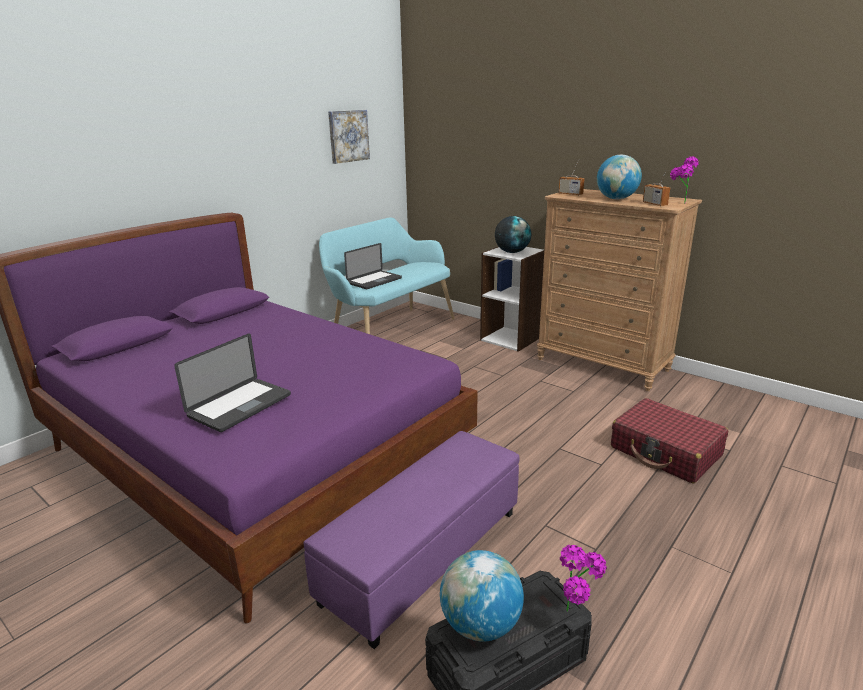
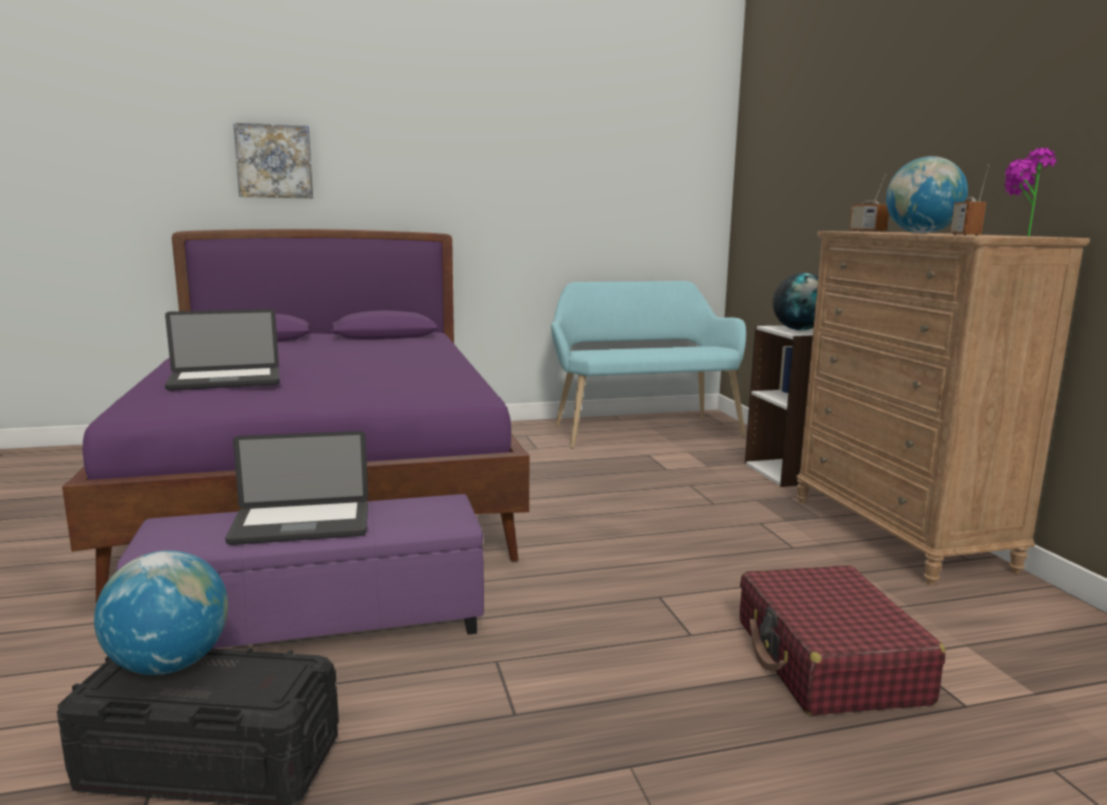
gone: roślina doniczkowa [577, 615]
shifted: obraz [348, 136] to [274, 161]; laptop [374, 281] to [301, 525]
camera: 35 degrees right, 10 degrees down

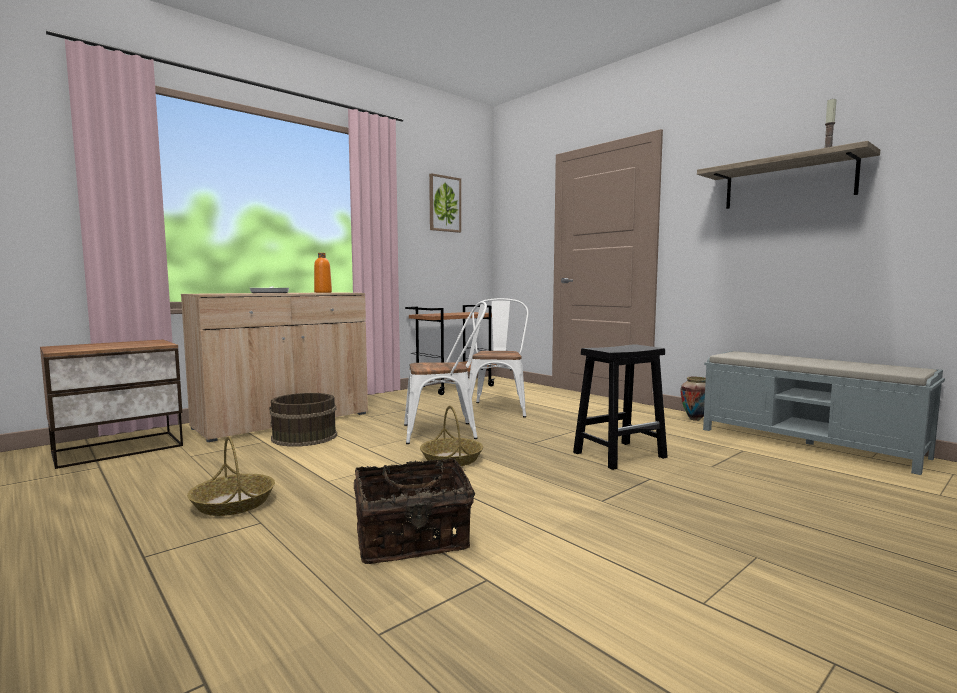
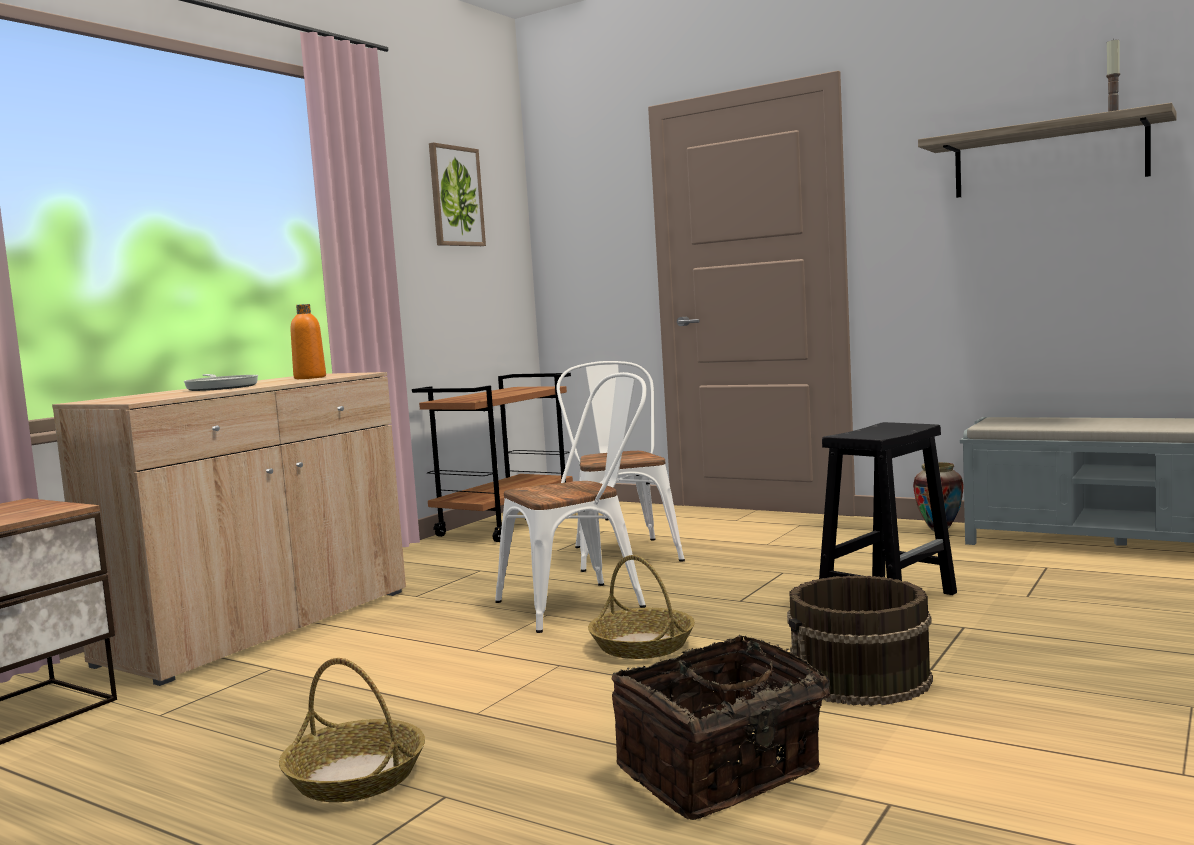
shifted: wiadro/brązowy [304, 437] to [860, 678]
camera: 15 degrees left, 0 degrees up

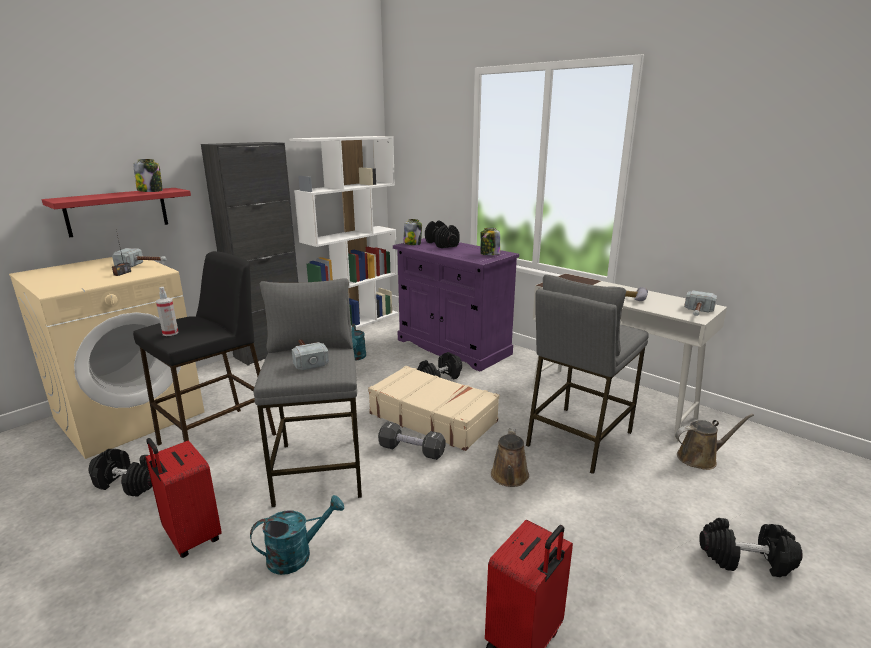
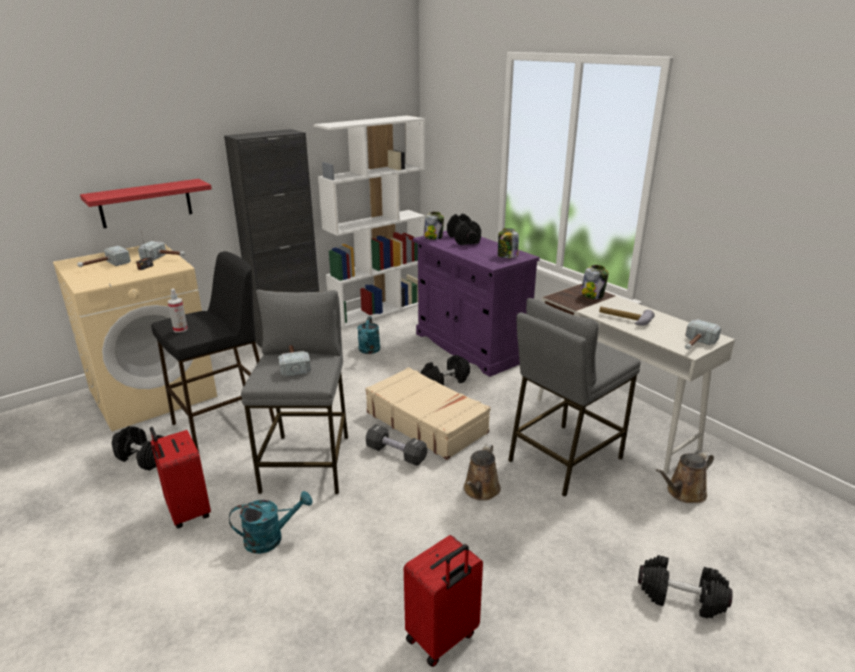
new: młotek [104, 266]
shifted: słoik [150, 191] to [592, 295]
rotated: konewka/brązowy [700, 458] = [683, 493] 150 degrees clockwise
camera: 10 degrees right, 5 degrees up

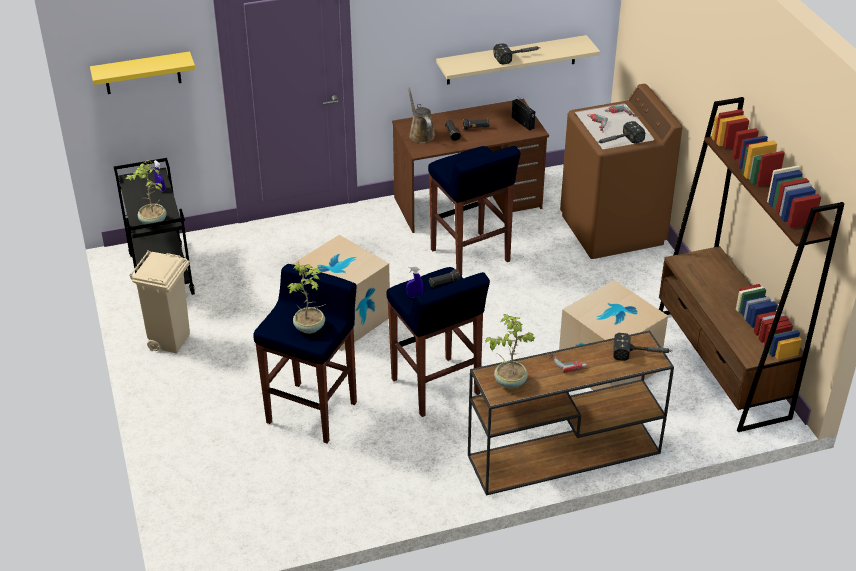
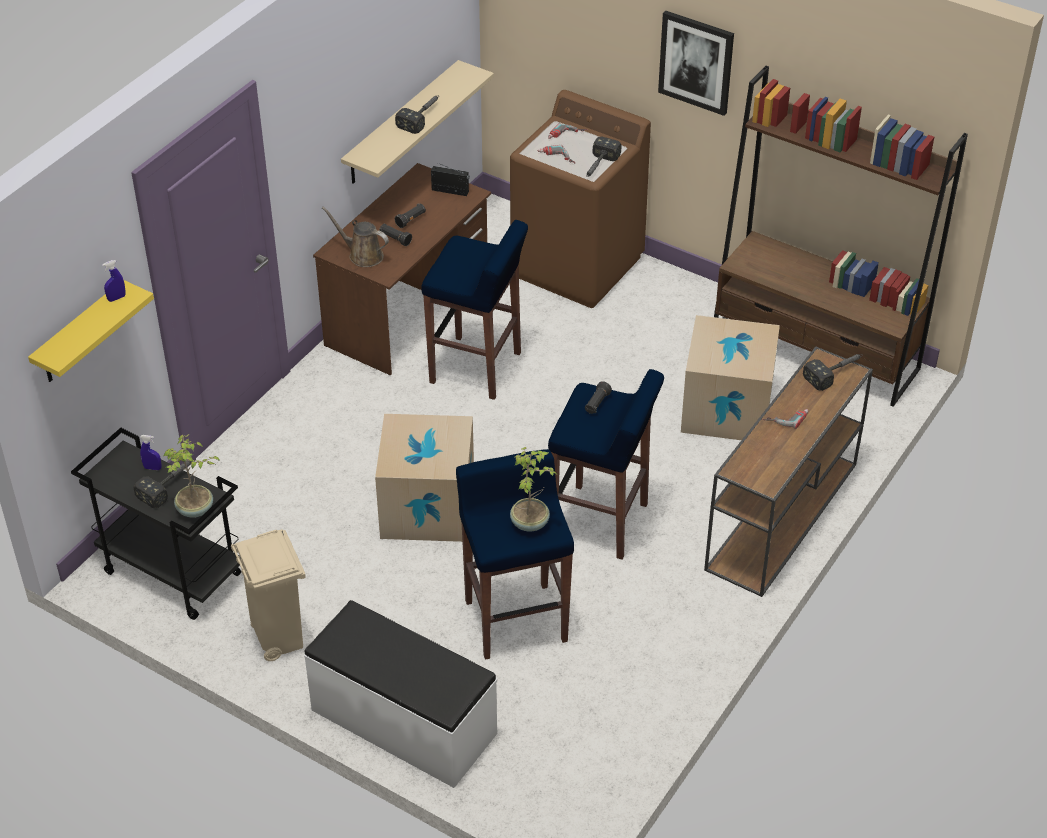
gone: roślina doniczkowa [509, 381]
new: obraz [696, 62]; młotek [169, 484]; ławka/biały [403, 723]
shifted: spryskiwacz/niebieski [414, 296] to [116, 298]
camera: 40 degrees left, 5 degrees up

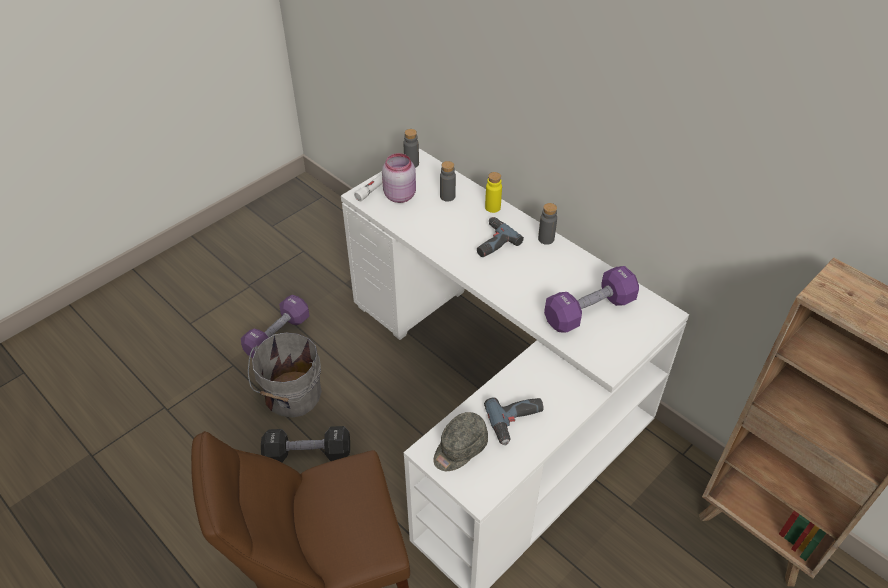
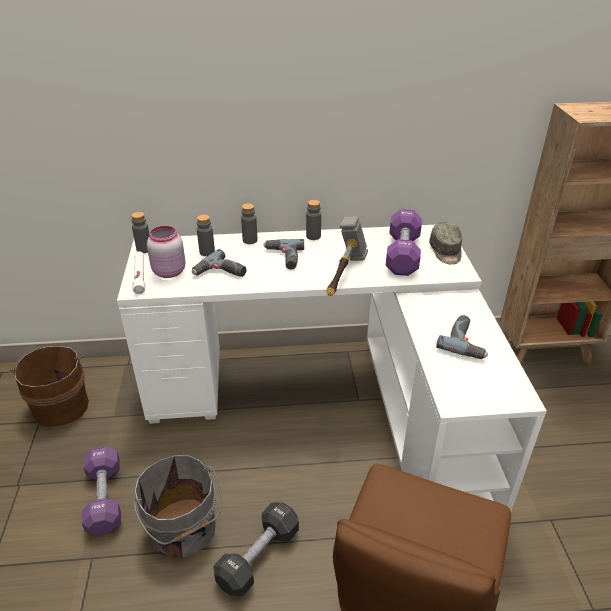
new: młotek [344, 276]; wiertarka [220, 273]; wiadro/brązowy [61, 404]
shifted: czapka z daszkiem/szary [459, 449] to [445, 251]
repainted: butelka/żółty [492, 207] to butelka/szary [250, 240]
camera: 50 degrees left, 10 degrees down

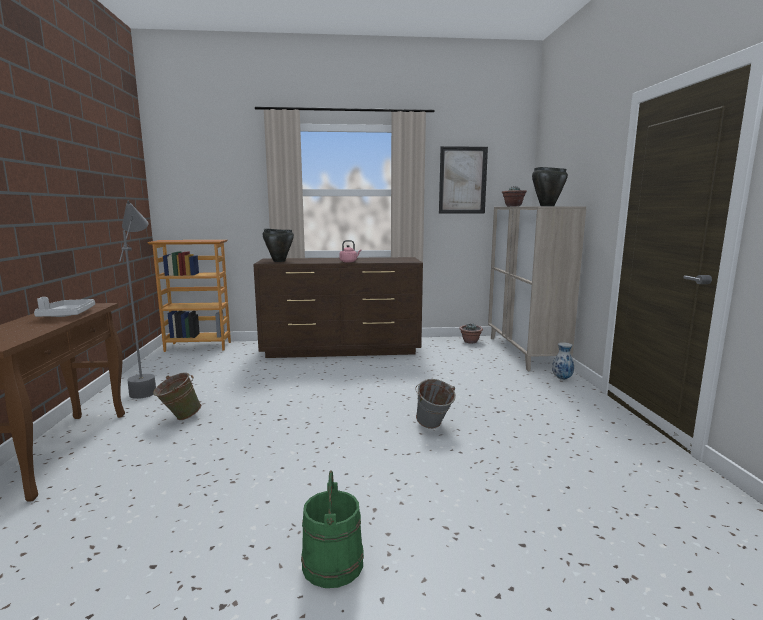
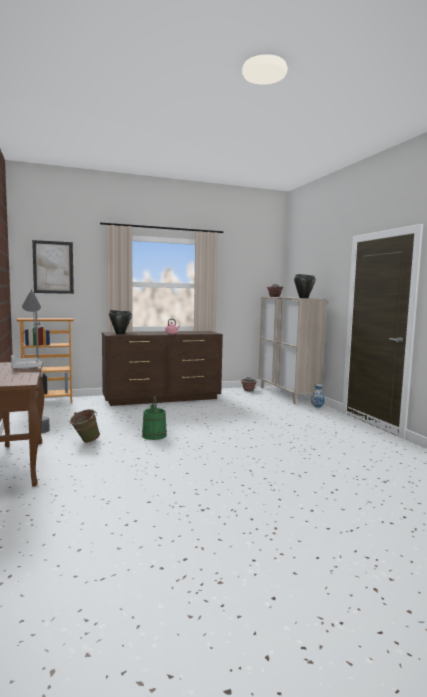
gone: wiadro/szary [433, 427]
shifted: obraz [462, 180] to [53, 267]; wiadro/zielony [333, 564] to [154, 435]
camera: 15 degrees left, 5 degrees down

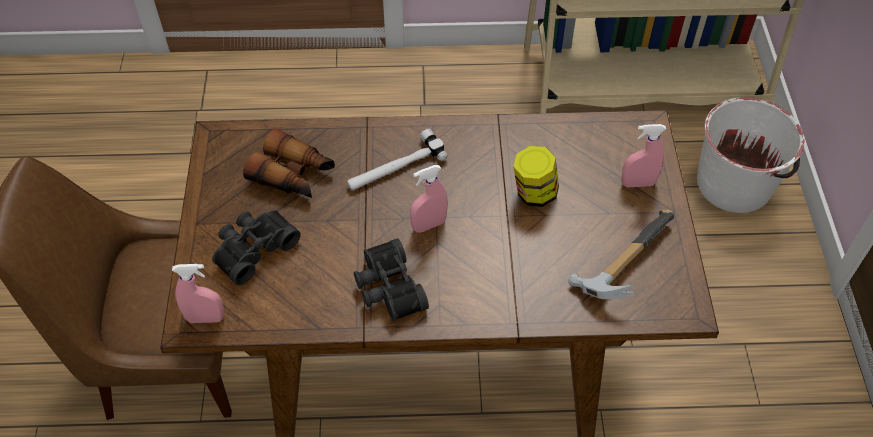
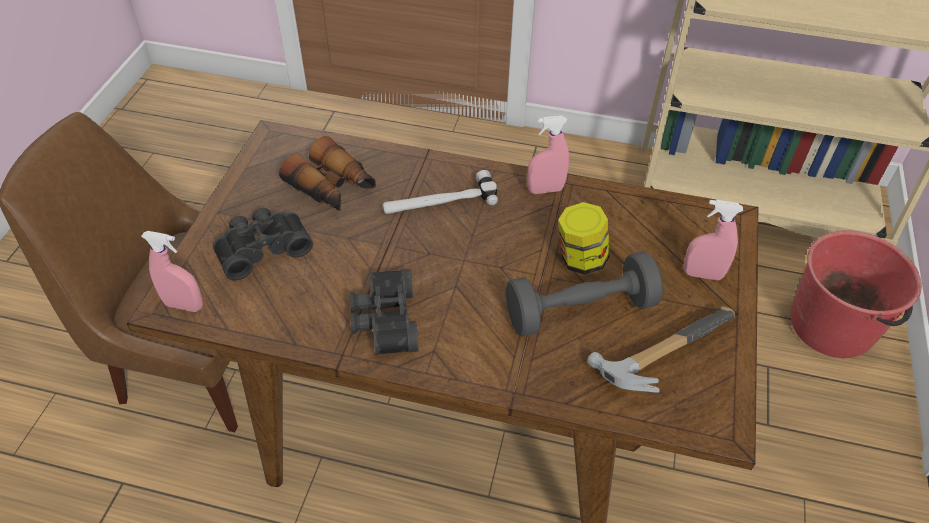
new: hantel/szary [580, 310]
shifted: spryskiwacz/różowy [428, 225] to [545, 190]
repainted: wiadro/biały [735, 184] to wiadro/czerwony [833, 325]
camera: 15 degrees right, 5 degrees down

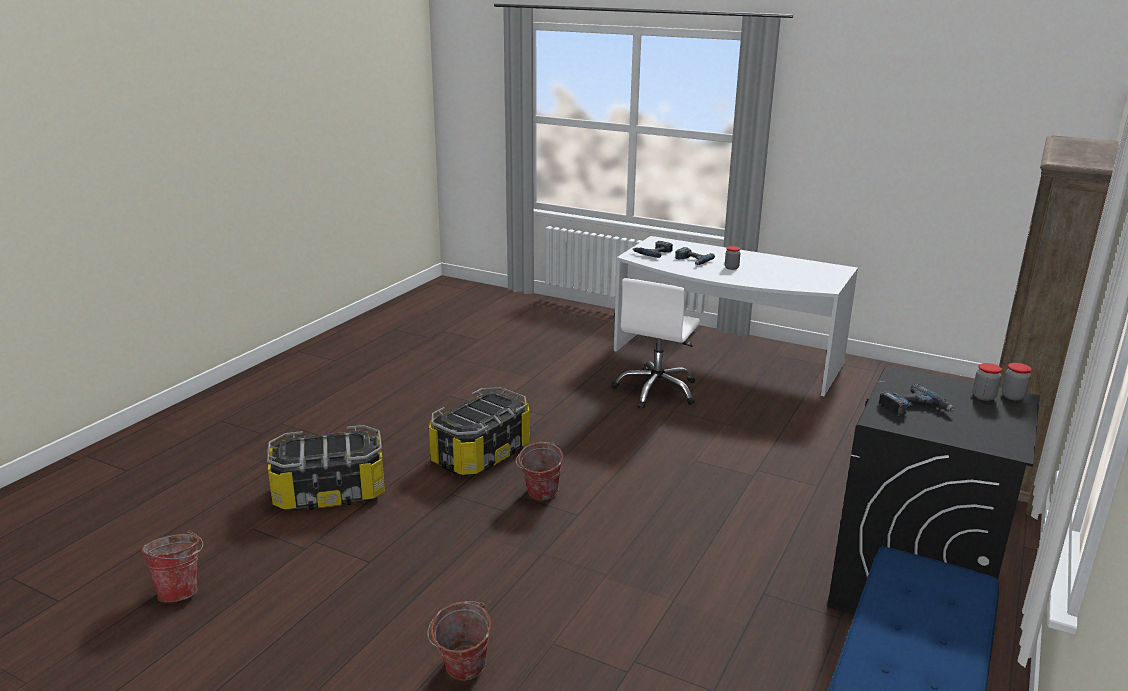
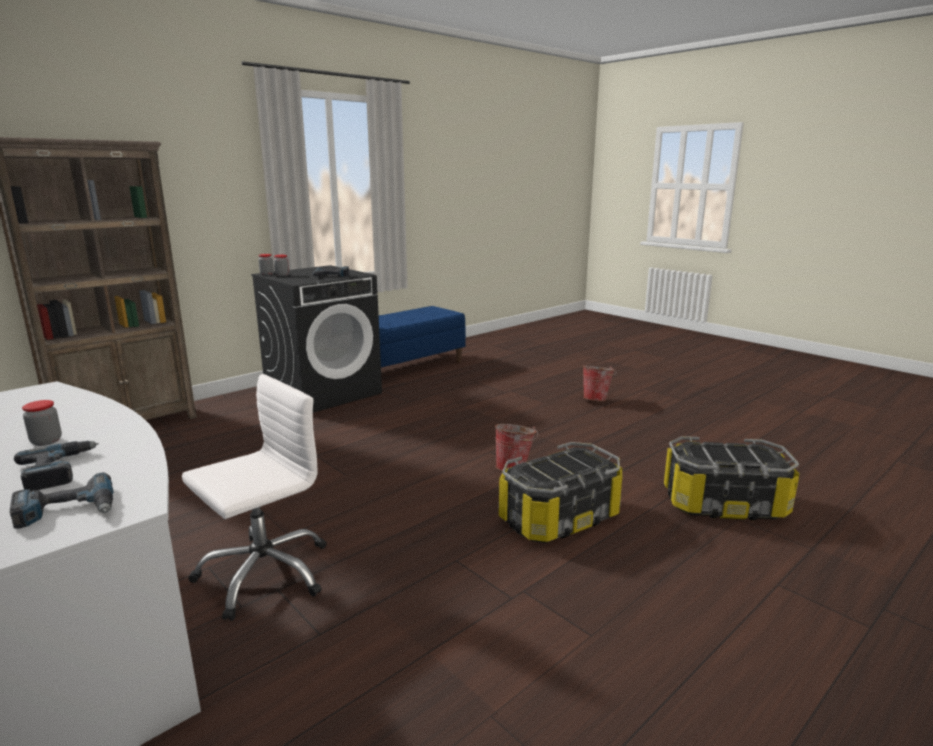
gone: wiadro [181, 590]
camera: 160 degrees left, 5 degrees down

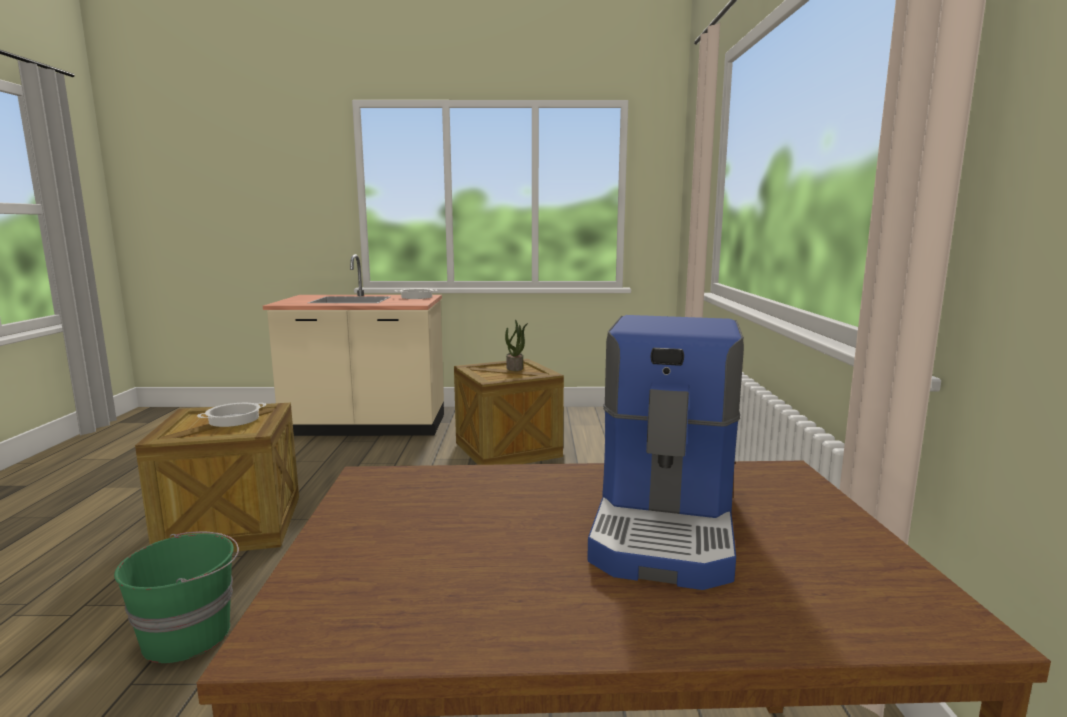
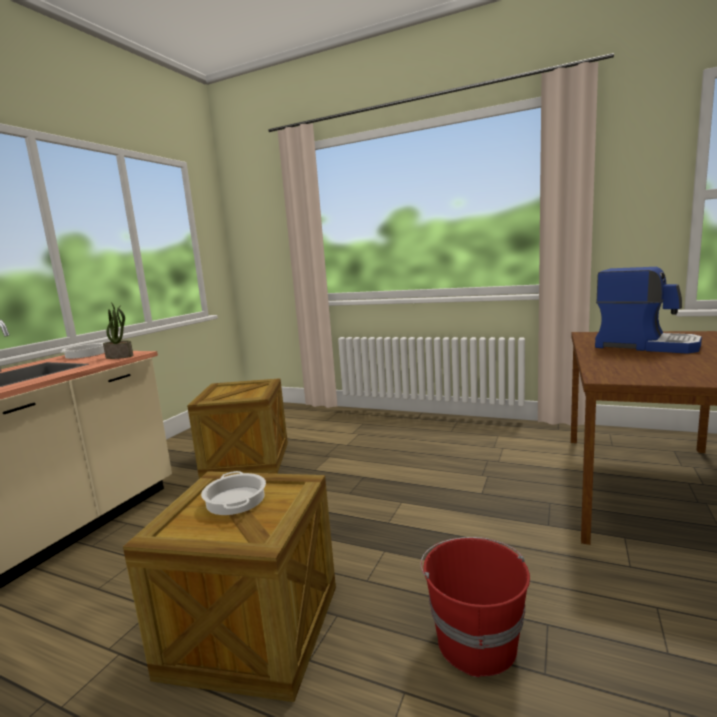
shifted: roślina doniczkowa [515, 368] to [120, 356]
repainted: wiadro/zielony [189, 635] to wiadro/czerwony [475, 640]
camera: 65 degrees left, 0 degrees up

